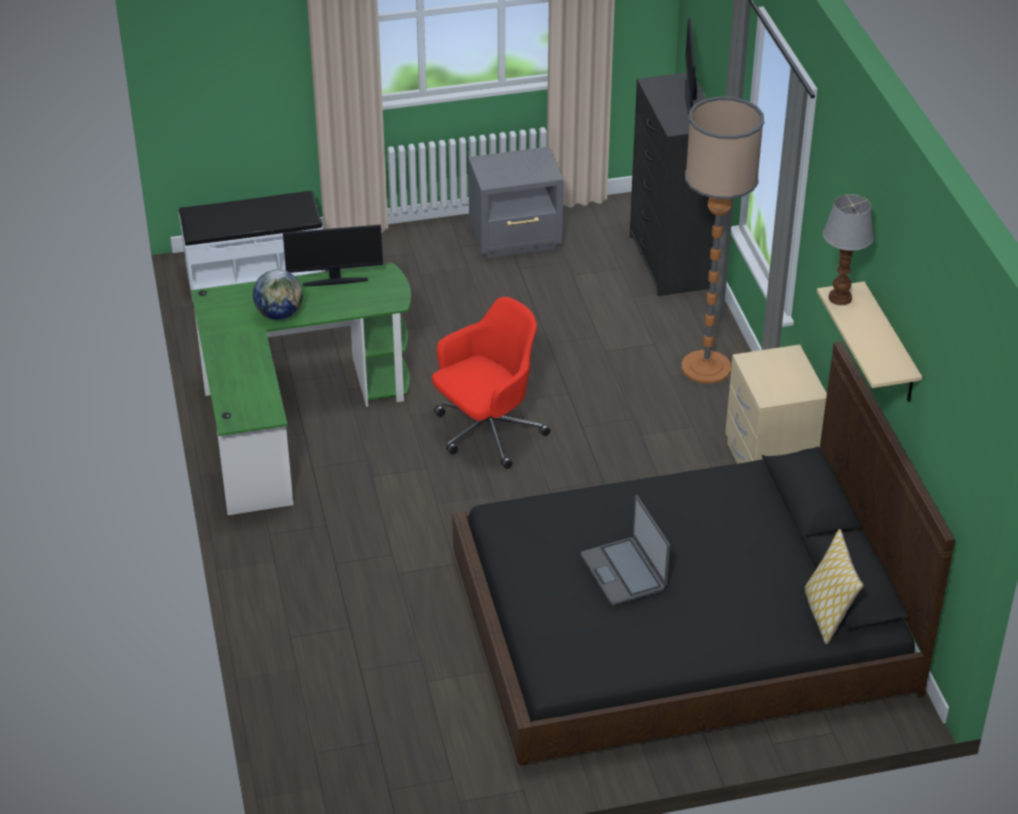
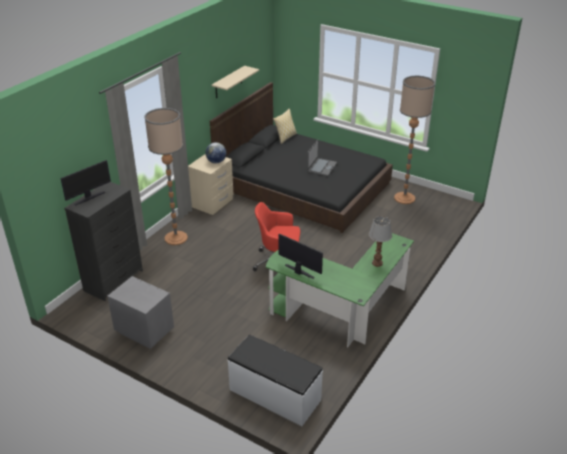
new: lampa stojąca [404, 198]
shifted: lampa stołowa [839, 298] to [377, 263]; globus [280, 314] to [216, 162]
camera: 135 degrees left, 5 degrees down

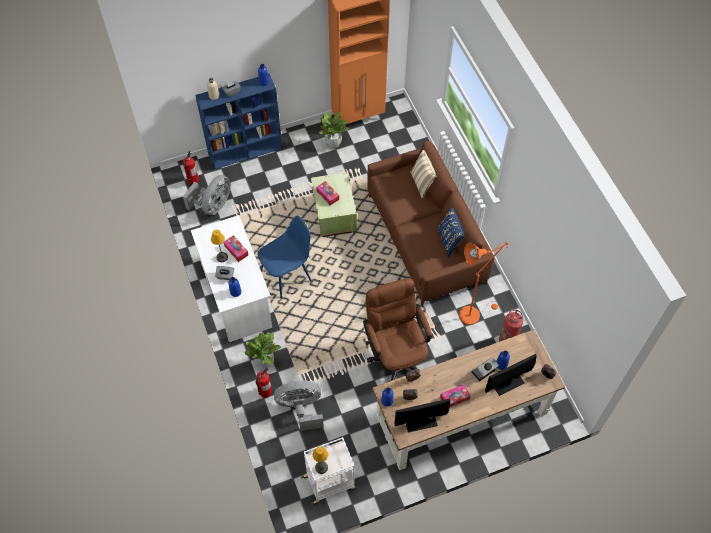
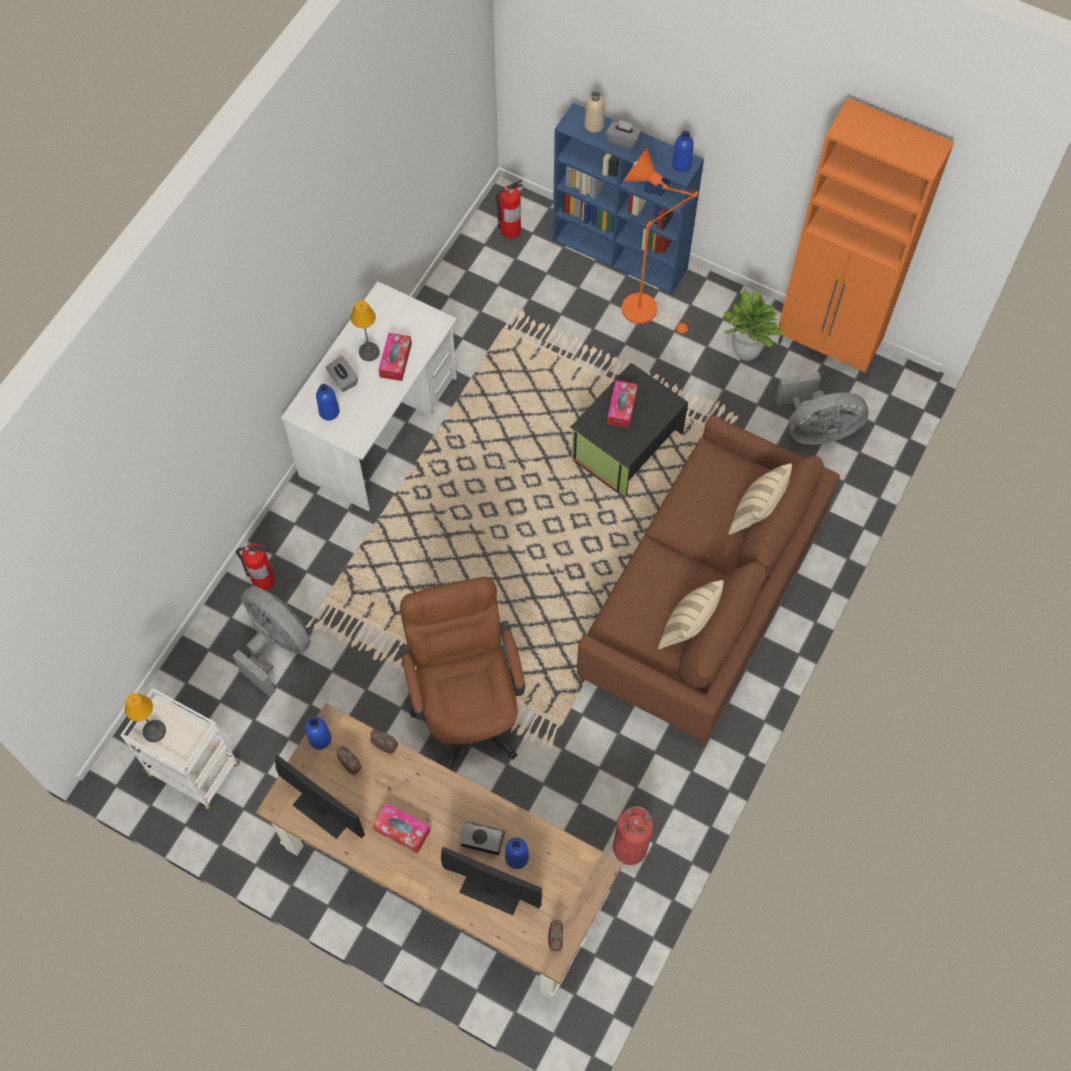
gone: krzesło/niebieski [287, 274]; roślina doniczkowa [265, 362]
shifted: wentylator/szary [213, 205] to [816, 429]; lampa stojąca/pomarańczowy [473, 313] to [646, 310]
repainted: pojemnik do przechowywania/zielony [333, 214] to pojemnik do przechowywania/czarny [625, 445]; poduszka/niebieski [449, 241] to poduszka/beżowy [688, 628]
rotated: krzesło biurowe/brązowy [396, 354] = [467, 706] 45 degrees counterclockwise
camera: 50 degrees right, 5 degrees up

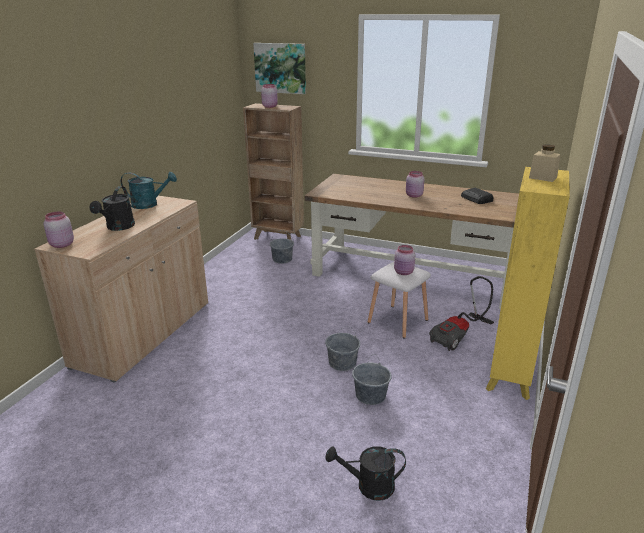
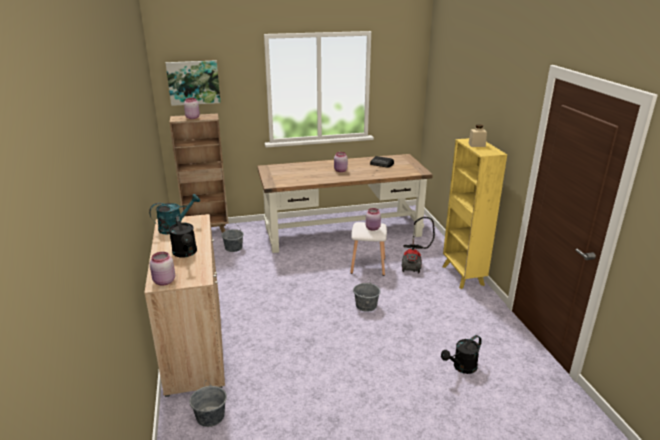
shifted: wiadro/szary [370, 395] to [210, 416]
camera: 35 degrees left, 0 degrees up

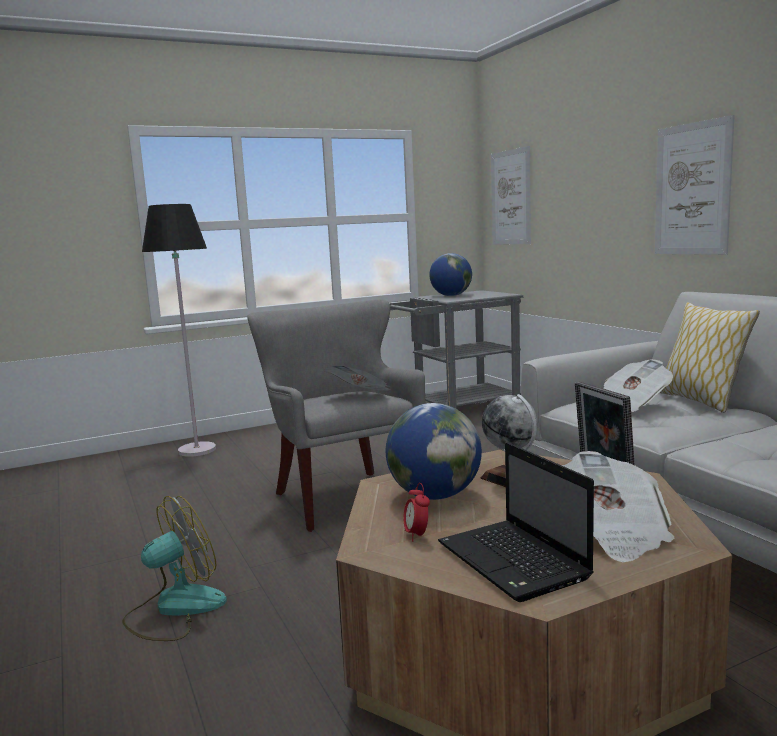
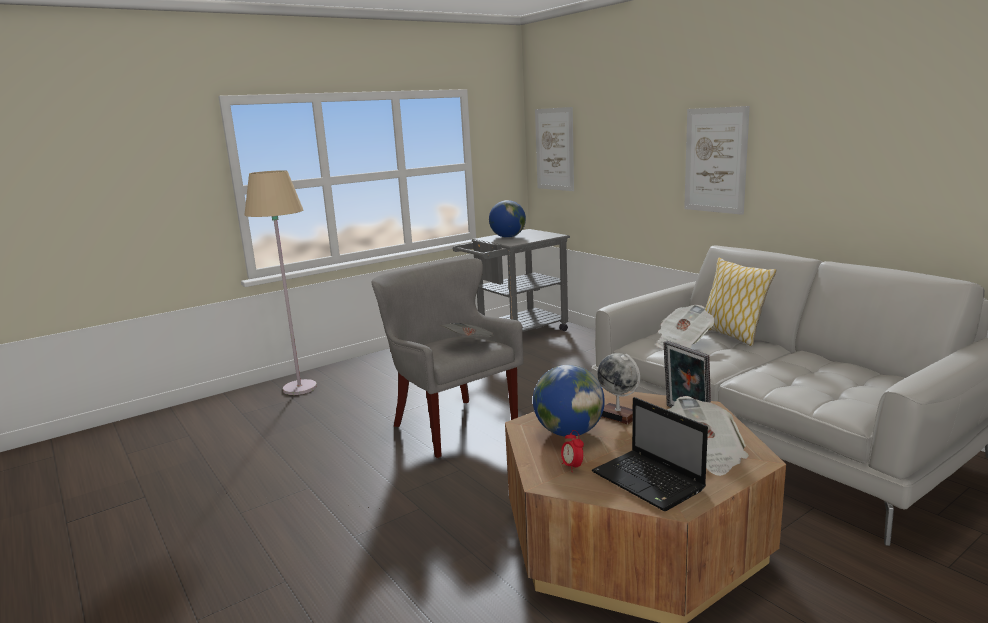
gone: wentylator [175, 609]
repainted: lampa stojąca/czarny [197, 450] to lampa stojąca/beżowy [299, 388]
camera: 10 degrees left, 5 degrees up

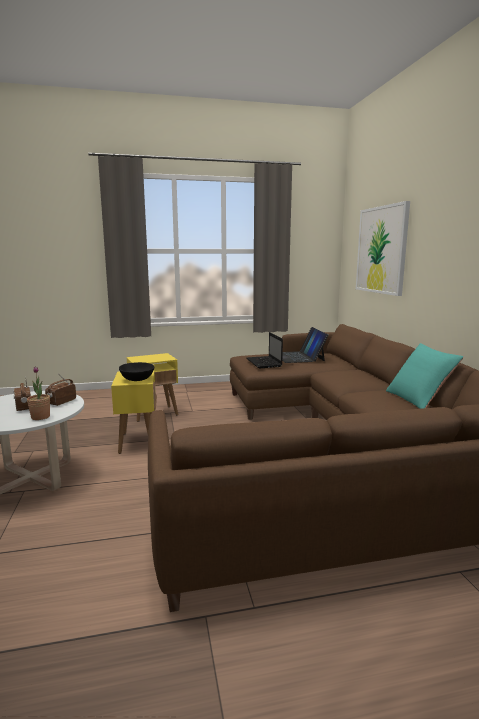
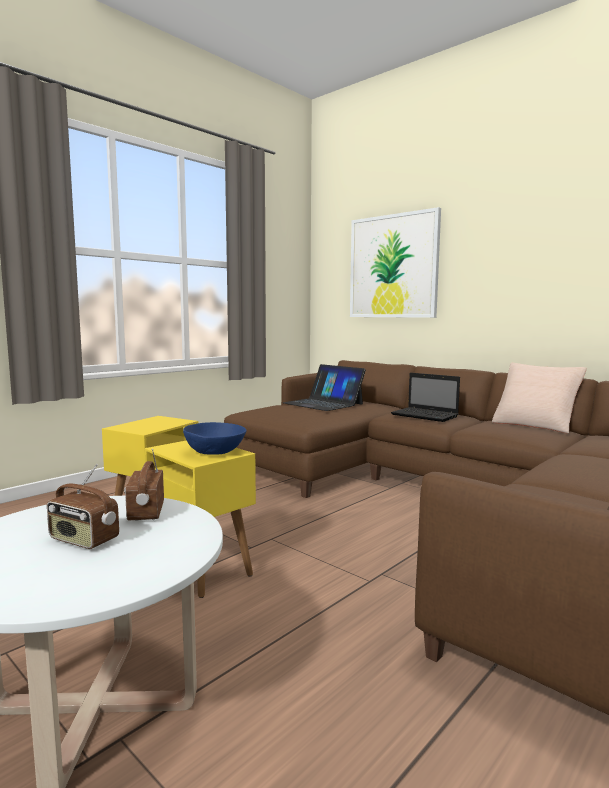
gone: roślina doniczkowa [40, 417]
shifted: laptop [264, 363] to [426, 416]
repainted: poduszka/turkusowy [419, 399] to poduszka/beżowy [535, 424]; miska/czarny [137, 379] to miska/niebieski [215, 452]
camera: 35 degrees left, 5 degrees down

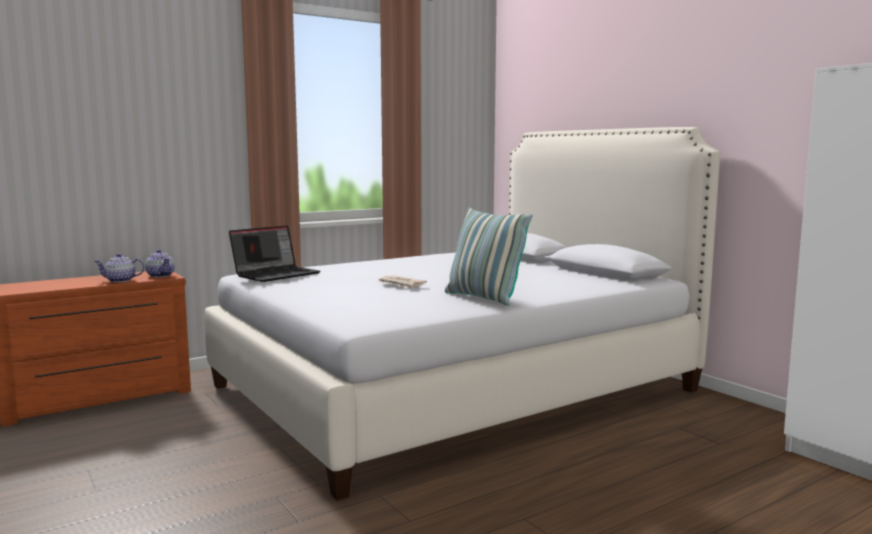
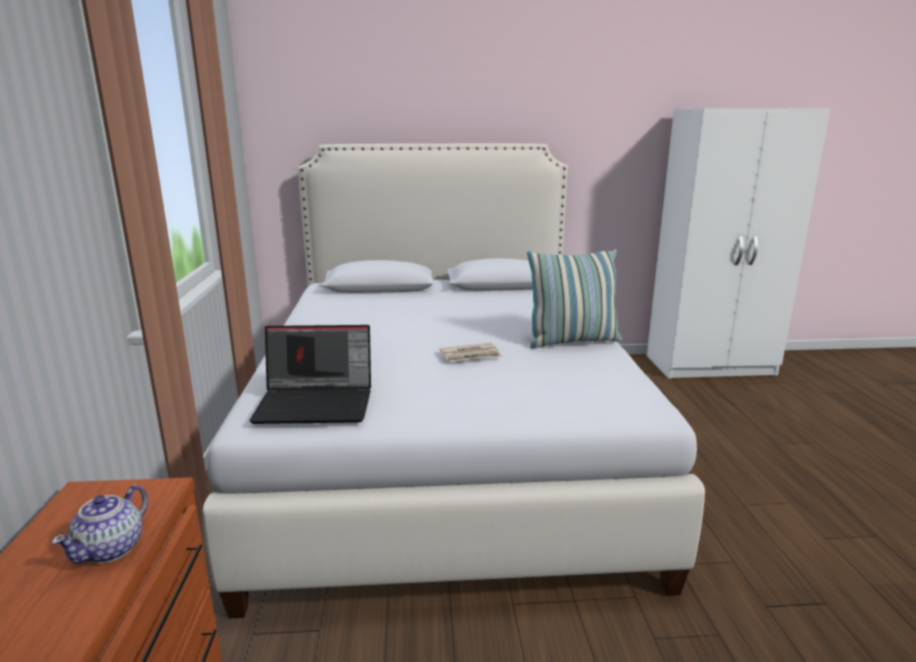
gone: imbryk [160, 275]
rotated: laptop [276, 274] = [317, 403] 105 degrees clockwise
camera: 60 degrees left, 10 degrees up

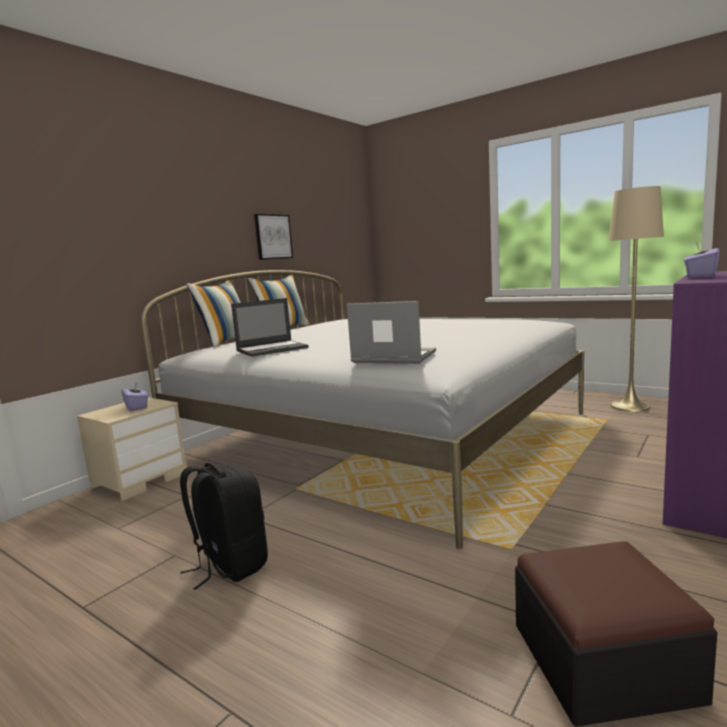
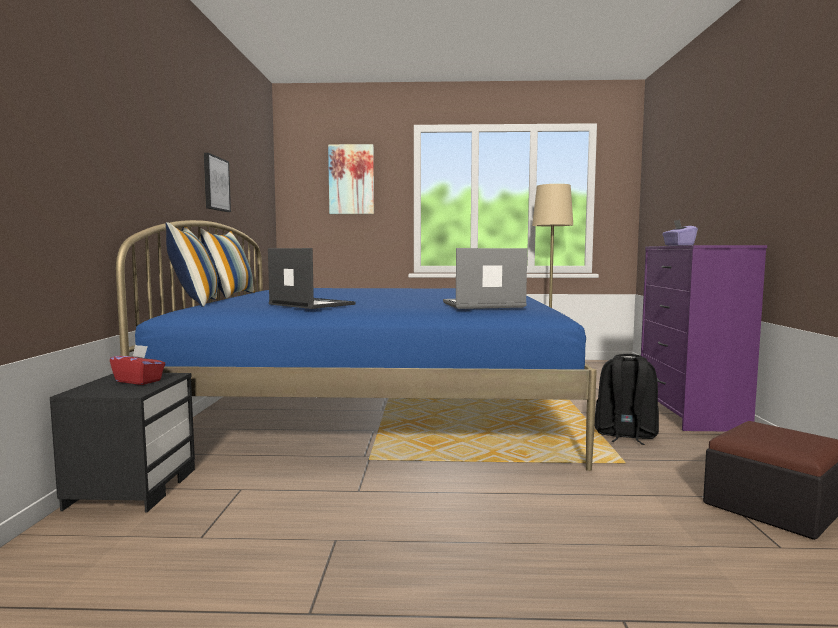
new: obraz [351, 179]
shifted: plecak/czarny [230, 565] to [624, 435]
repainted: łóżko/biały [381, 436] to łóżko/niebieski [378, 407]; pudełko chusteczek/fioletowy [137, 407] to pudełko chusteczek/czerwony [139, 381]; szafka nocna/beżowy [140, 479] to szafka nocna/czarny [132, 488]
rotated: laptop [272, 349] = [310, 304] 75 degrees counterclockwise
camera: 35 degrees left, 5 degrees down

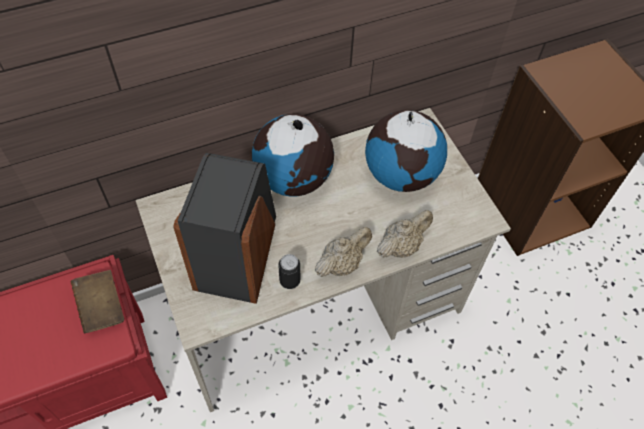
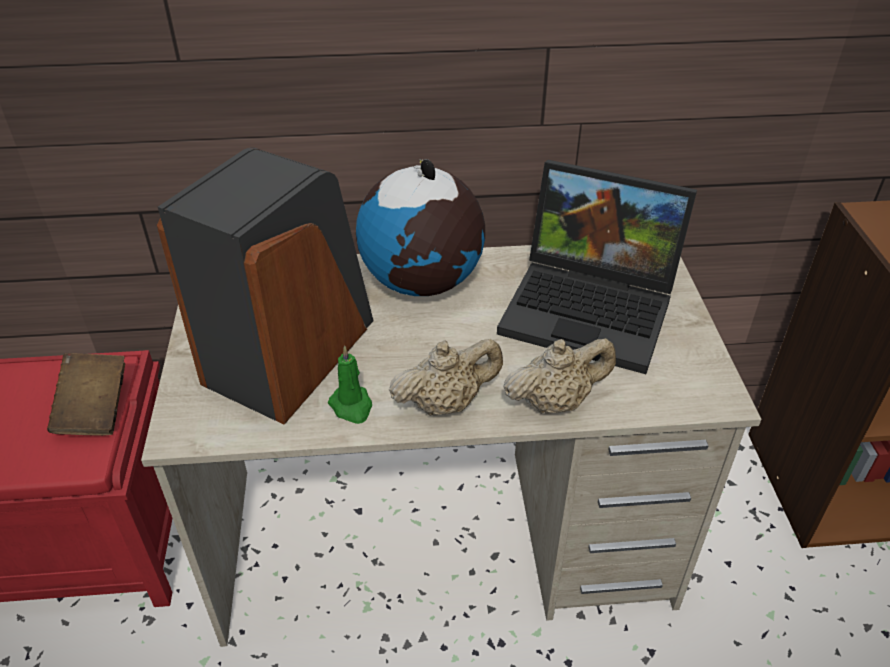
swapped: globus [401, 174] to laptop [593, 308]; puszka [289, 280] to świeca/zielony [352, 406]
camera: 20 degrees right, 15 degrees down

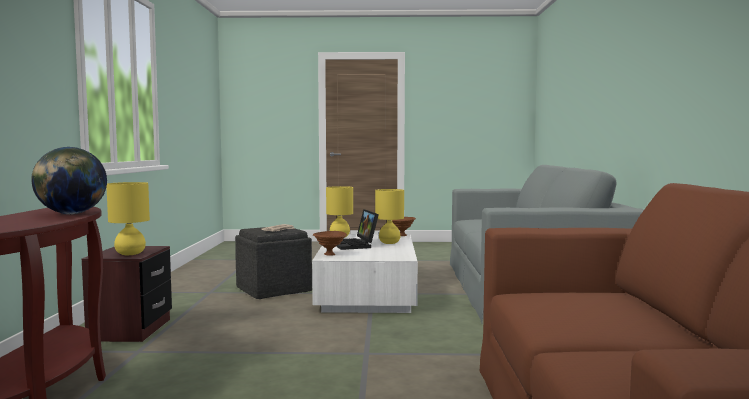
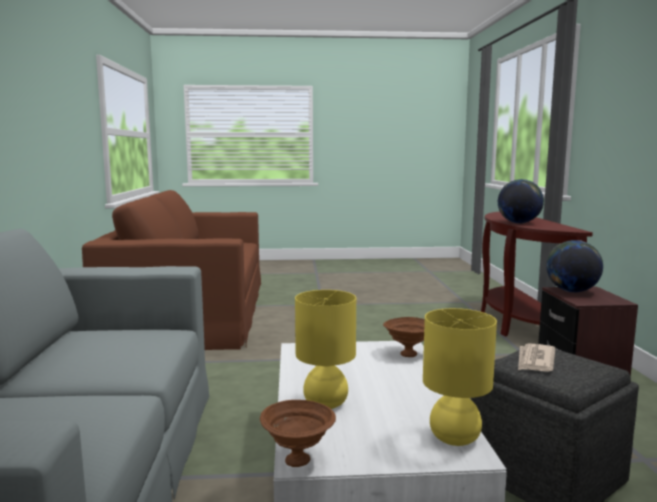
gone: laptop [355, 245]
swapped: lampa stołowa/żółty [130, 254] to globus [572, 291]
camera: 175 degrees right, 5 degrees up

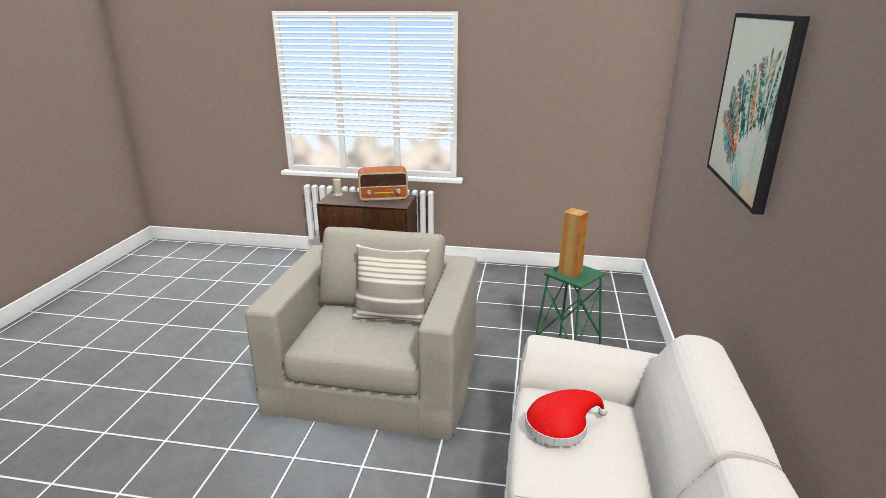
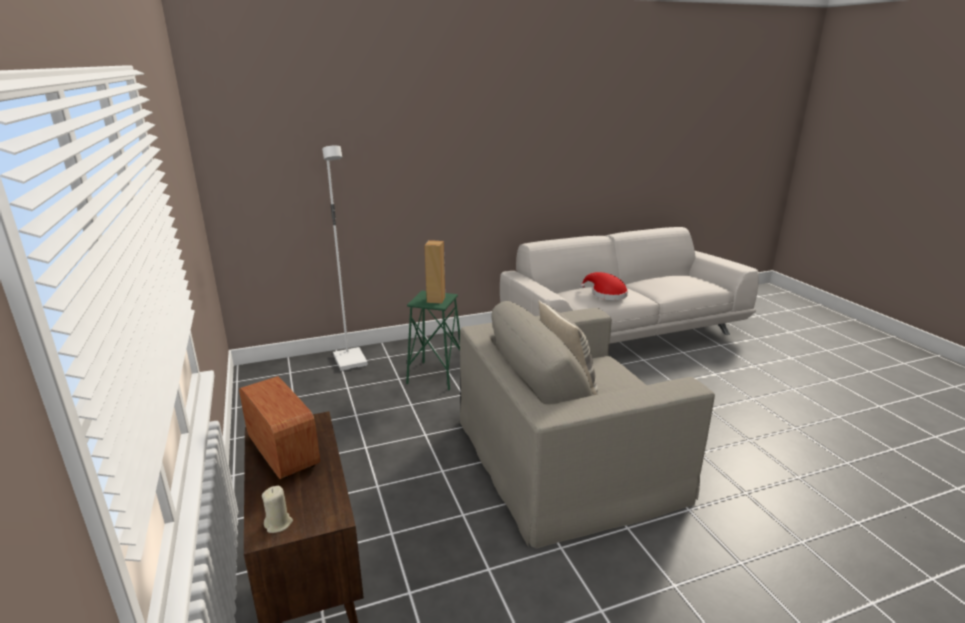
gone: obraz [753, 106]
new: lampa stojąca/biały [351, 361]
camera: 120 degrees left, 0 degrees up

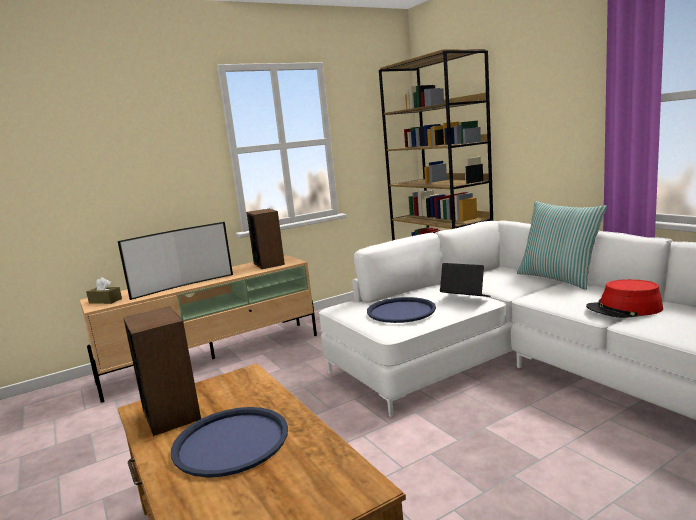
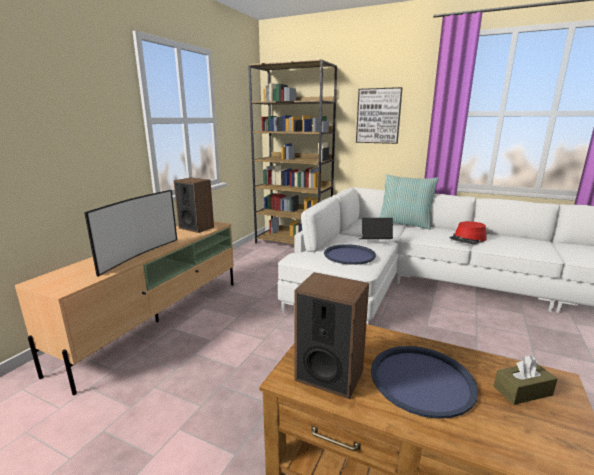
new: obraz [378, 116]
shifted: pudełko chusteczek/brązowy [105, 301] to [522, 391]
camera: 35 degrees left, 5 degrees up

